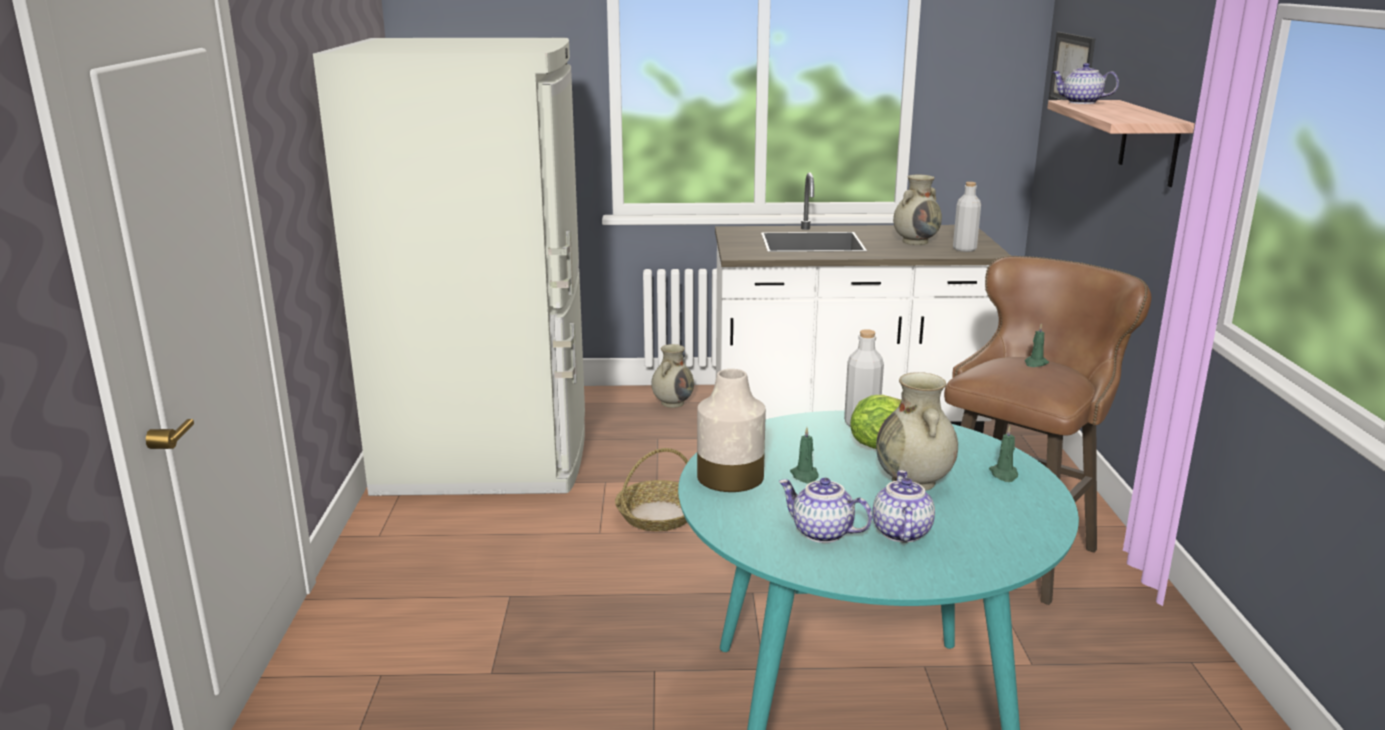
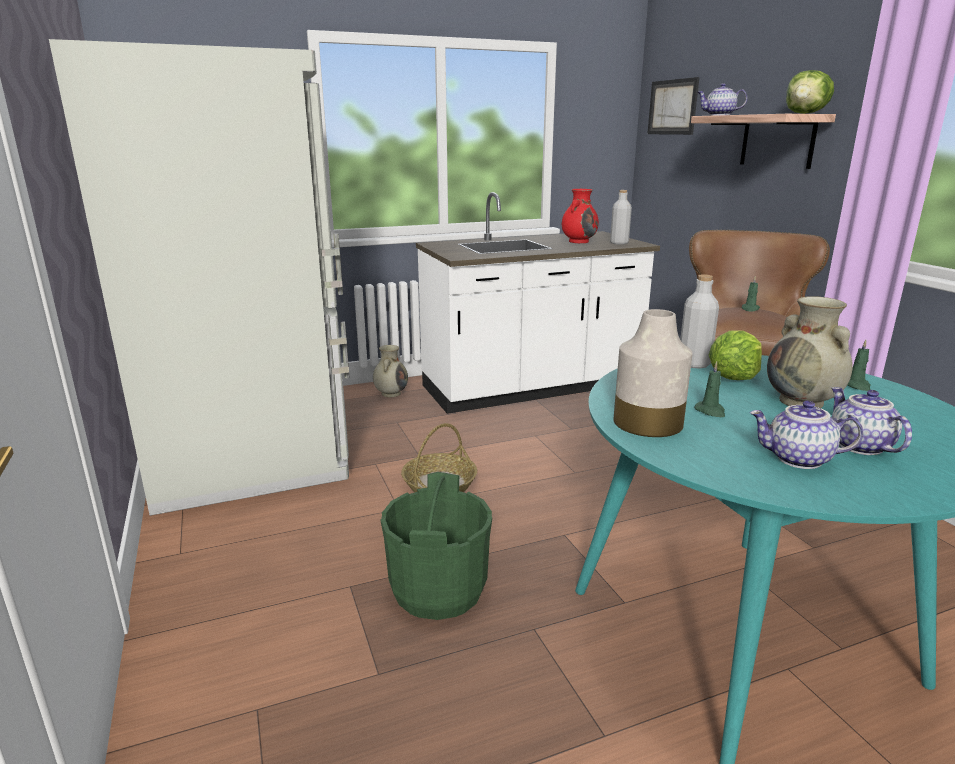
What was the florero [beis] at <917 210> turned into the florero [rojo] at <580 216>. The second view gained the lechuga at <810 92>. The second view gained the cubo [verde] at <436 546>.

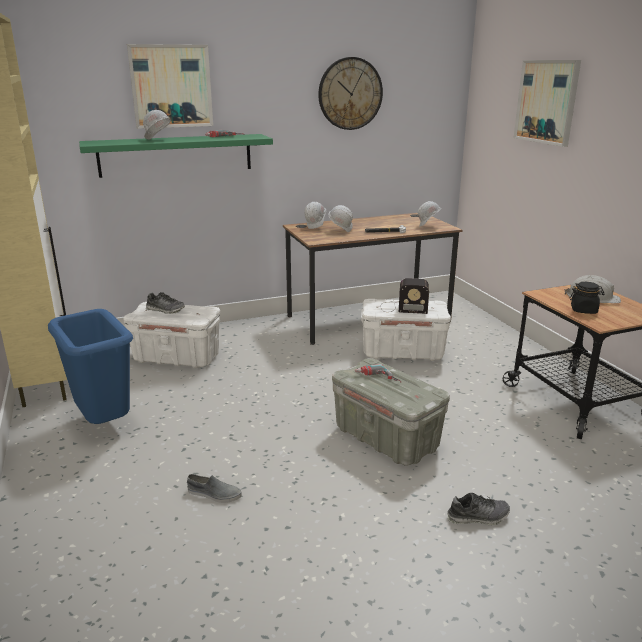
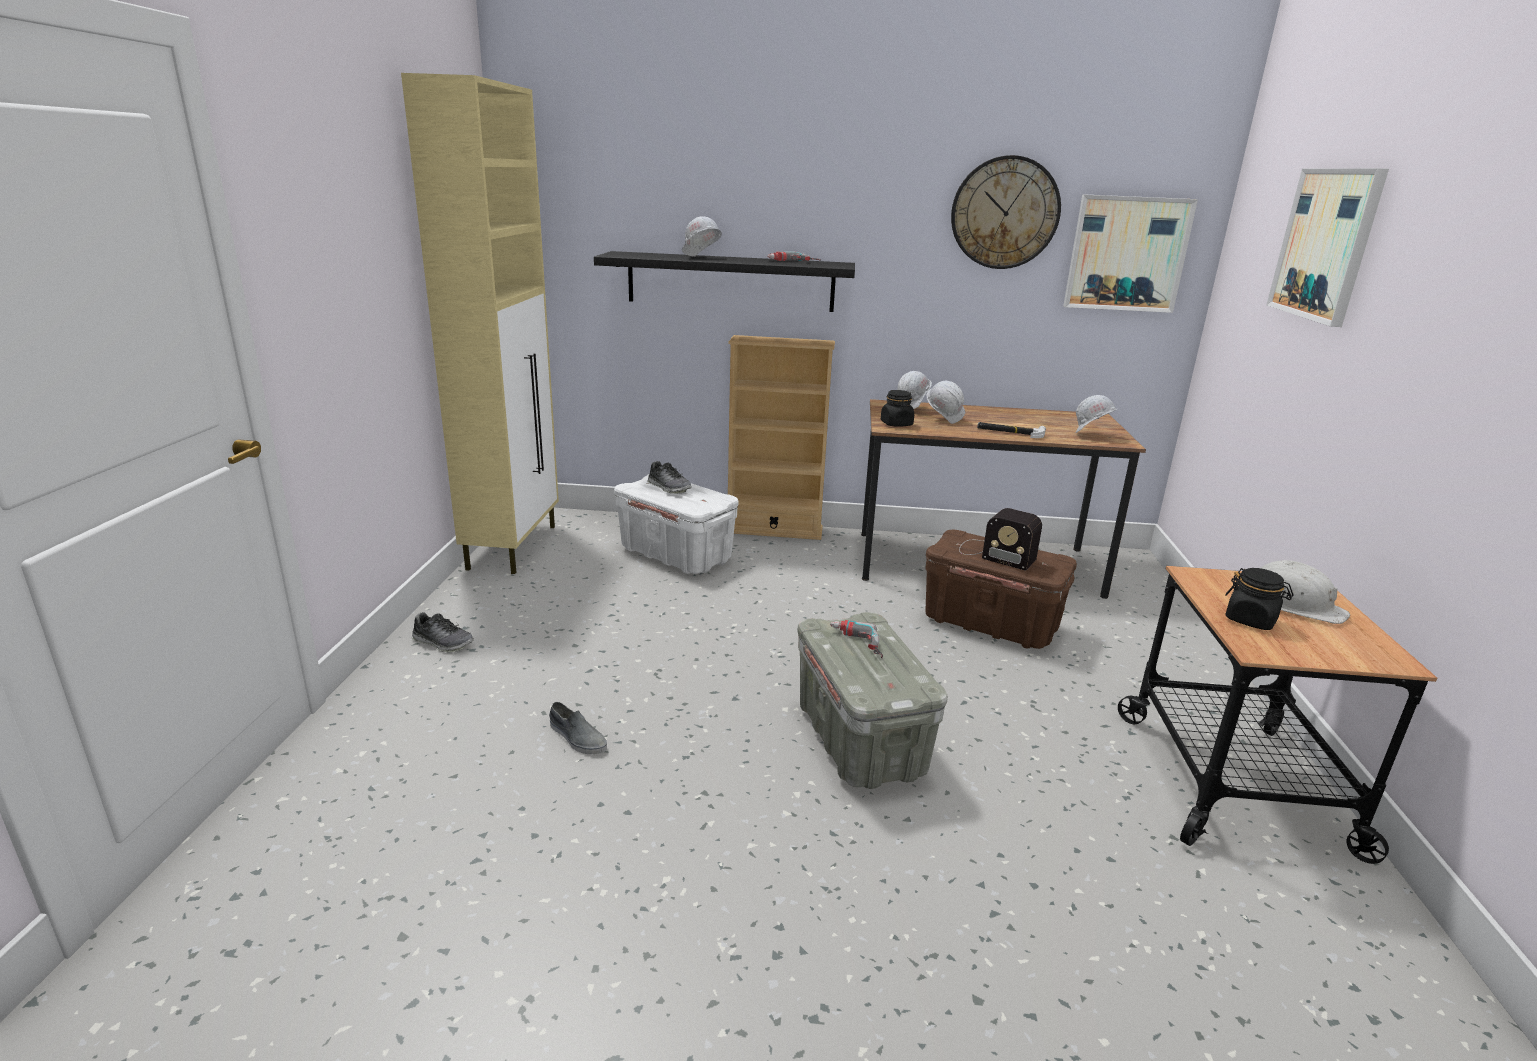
The cuadro ended up elsewhere, having gone from <170 86> to <1130 253>. What was the estante [verde] at <176 156> turned into the estante [negro] at <724 281>. What was the caja de almacenaje [blanco] at <406 330> turned into the caja de almacenaje [marrón] at <1001 589>. The second view lost the papelera [azul] at <90 366>. The zapato ended up elsewhere, having gone from <478 509> to <443 632>. The second view gained the estantería [beis] at <781 437>. The second view gained the tarro [negro] at <897 408>.

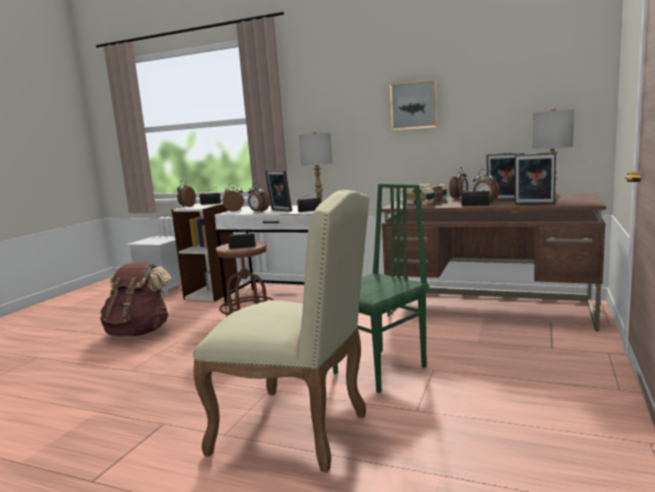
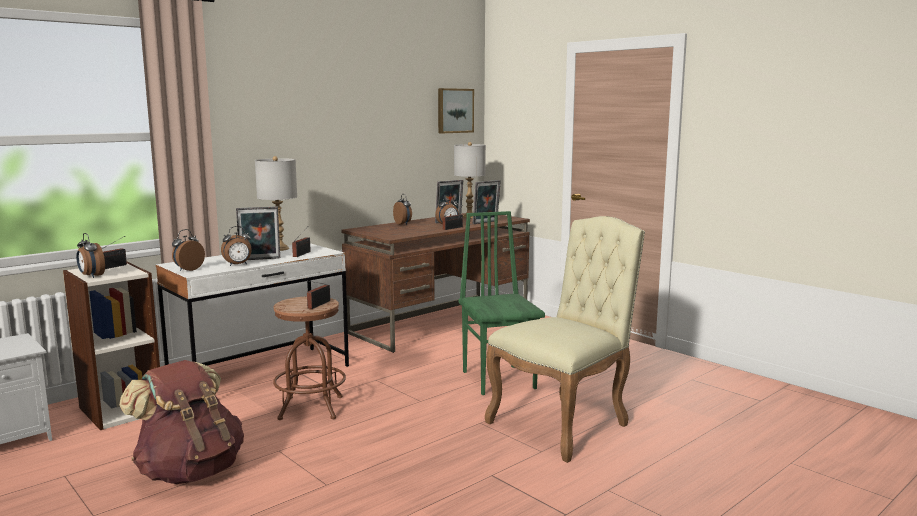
The cuadro ended up elsewhere, having gone from <414 104> to <456 110>. The second view lost the libro at <423 194>.

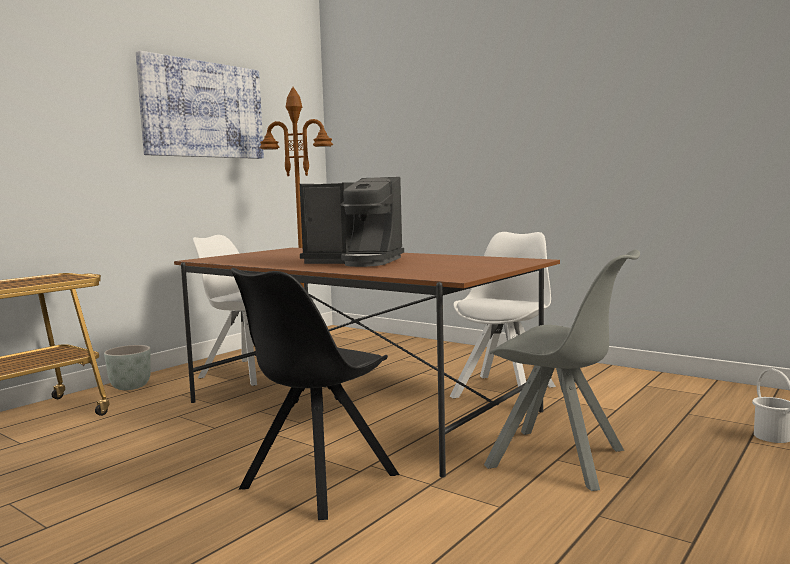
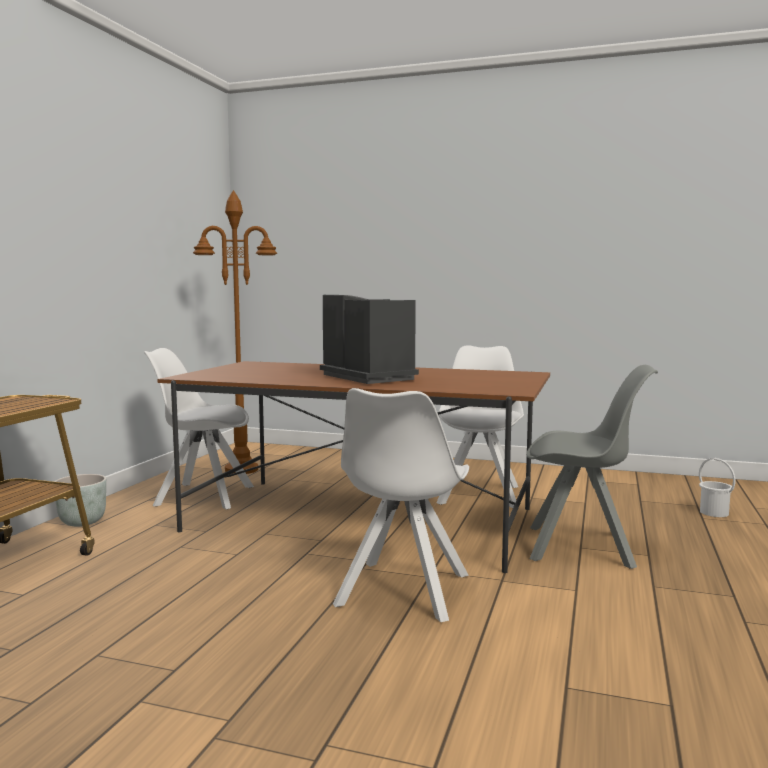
The second view lost the cuadro at <200 105>. The cafetera at <352 222> ended up facing another way, 120 degrees counterclockwise from before. What was the silla [negro] at <315 394> turned into the silla [blanco] at <401 505>.

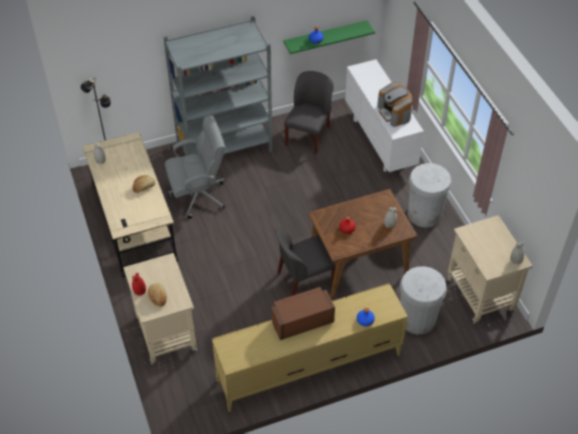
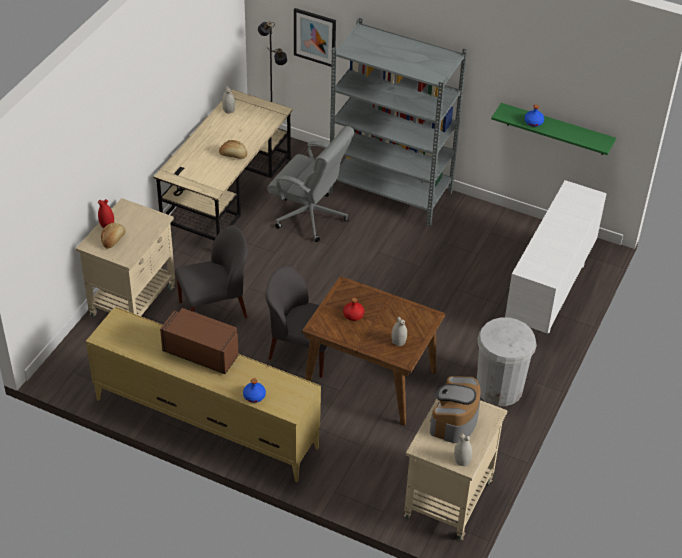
The silla [gris] ended up elsewhere, having gone from <309 112> to <211 271>. The cafetera ended up elsewhere, having gone from <394 104> to <455 409>. The second view lost the papelera [blanco] at <423 300>. The second view gained the cuadro at <315 37>.

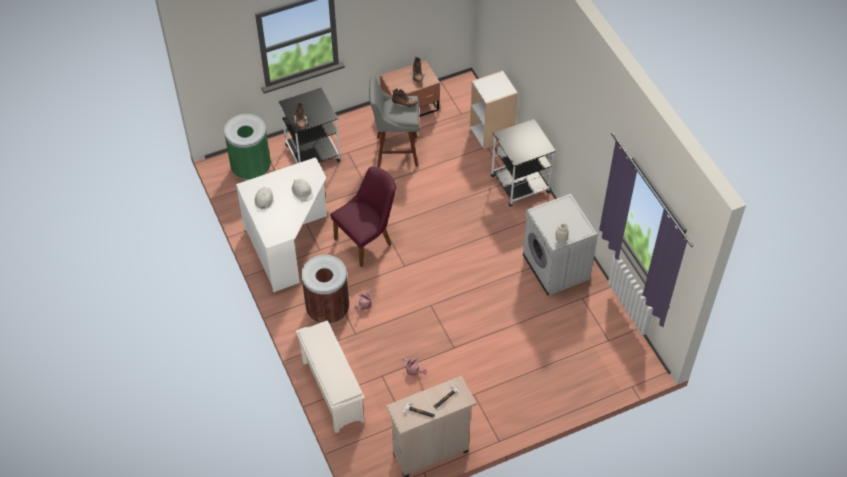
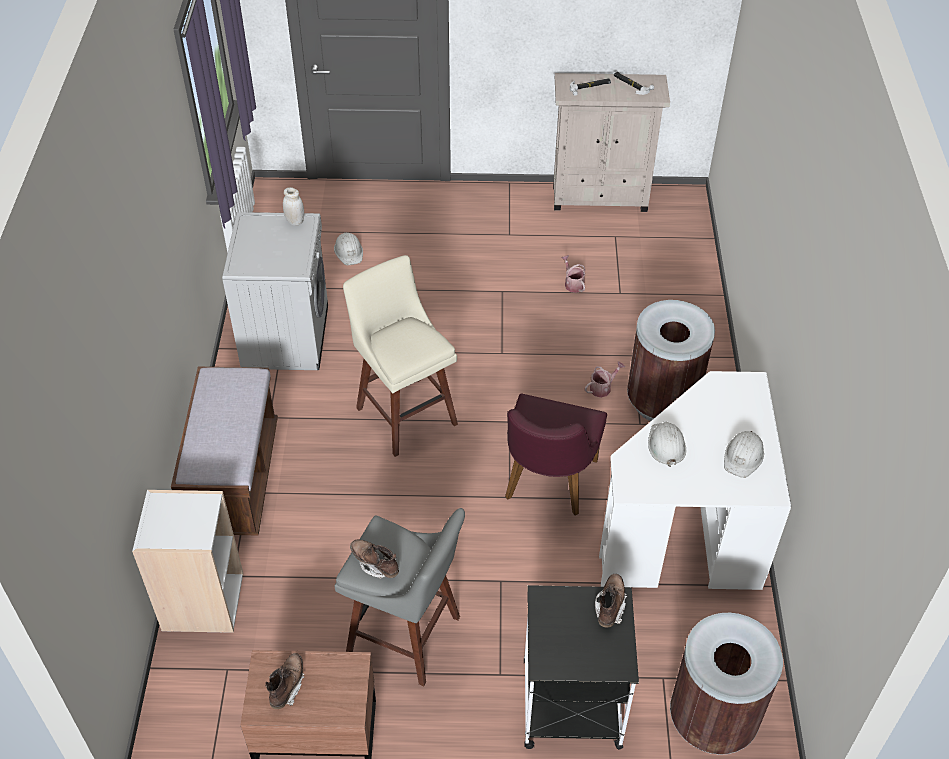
What was the papelera [verde] at <247 147> turned into the papelera [marrón] at <726 684>. Where the carrito [negro] stood at <523 163>, the banco [marrón] came to stand at <224 451>. The silla [morado] at <363 217> ended up facing another way, 60 degrees counterclockwise from before. The second view lost the zapatero [blanco] at <330 376>. The second view gained the casco [blanco] at <348 249>. The second view gained the taburete [beis] at <400 356>.

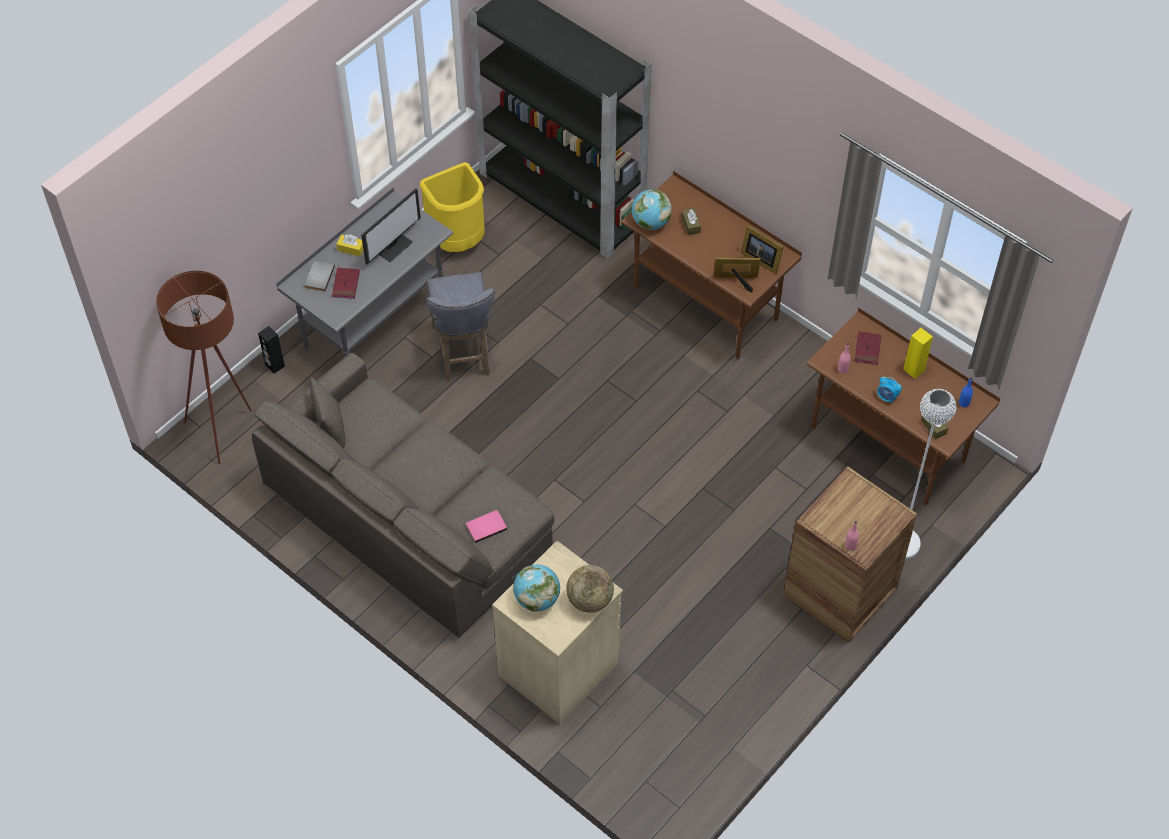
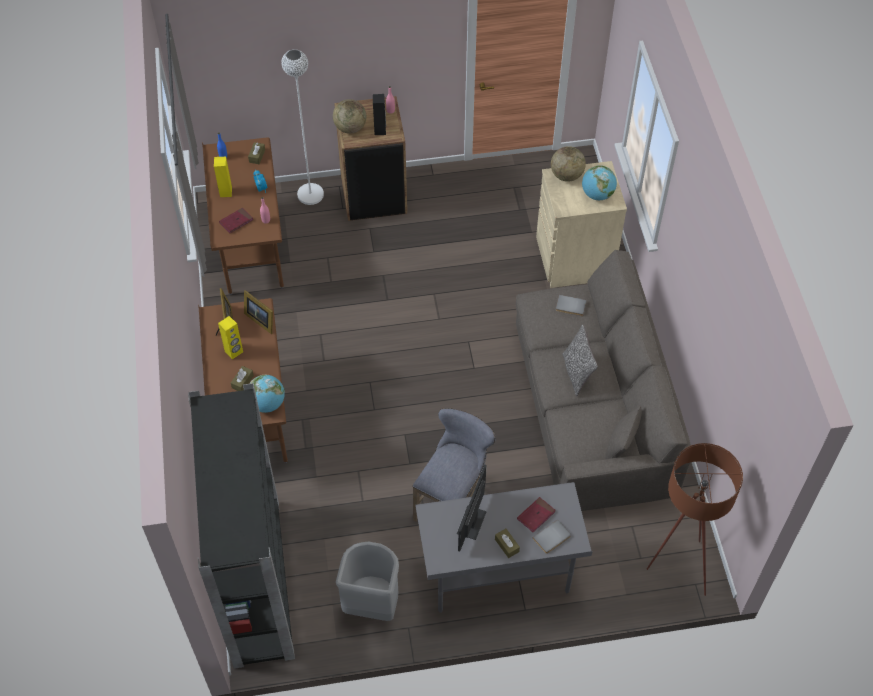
What was the papelera [amarillo] at <452 207> turned into the papelera [gris] at <367 581>. The monitor at <391 226> ended up facing another way, 60 degrees counterclockwise from before. What was the caja de pañuelos [amarillo] at <350 245> turned into the caja de pañuelos [marrón] at <507 543>. The altavoz [negro] ended up elsewhere, having gone from <271 350> to <379 114>. What was the libro [rosa] at <486 526> turned into the libro [gris] at <571 305>. The second view gained the globo terráqueo at <350 116>. The second view gained the altavoz [amarillo] at <230 337>. The second view gained the cojín at <580 360>.

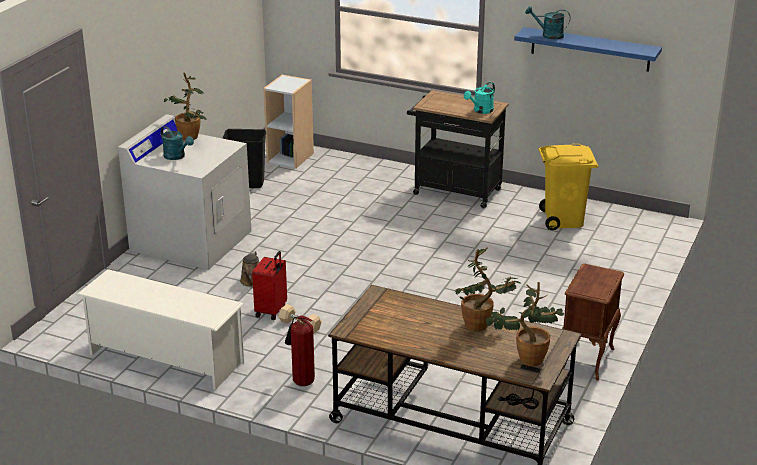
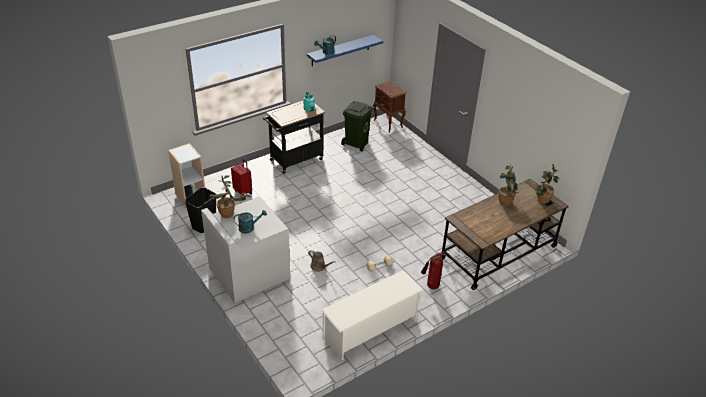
What was the papelera [amarillo] at <568 187> turned into the papelera [verde] at <358 126>. The maleta [rojo] ended up elsewhere, having gone from <269 285> to <241 177>. The mesita de noche [marrón] ended up elsewhere, having gone from <593 322> to <390 107>.

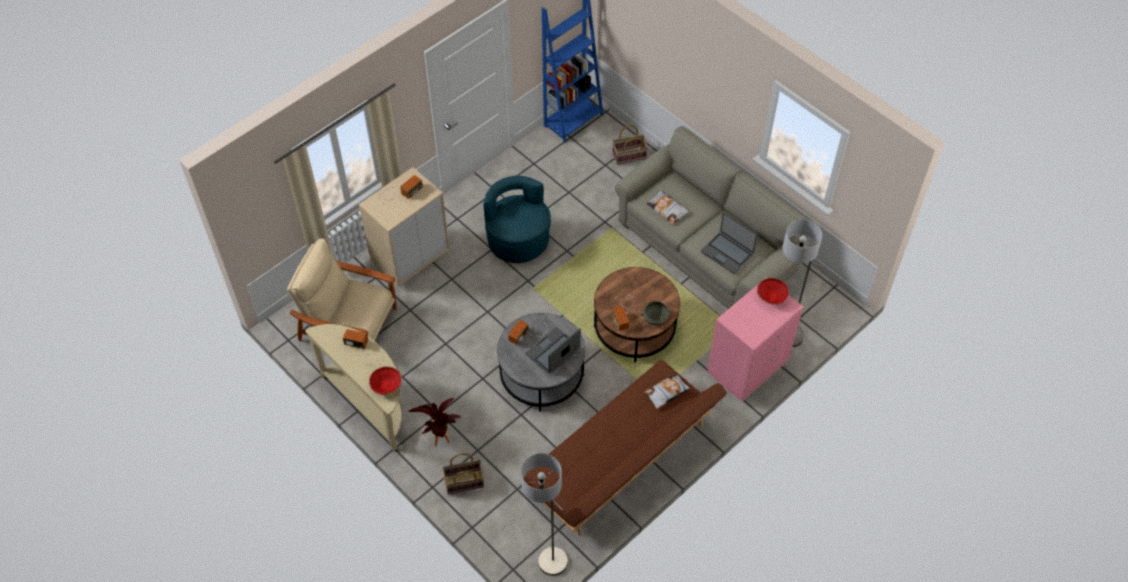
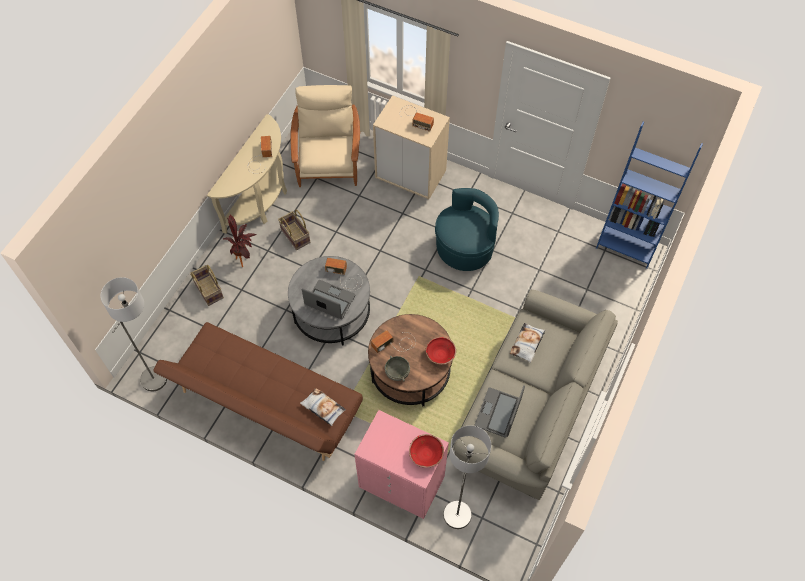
The cesta ended up elsewhere, having gone from <630 145> to <294 229>. The cuenco [rojo] ended up elsewhere, having gone from <385 380> to <440 351>.

